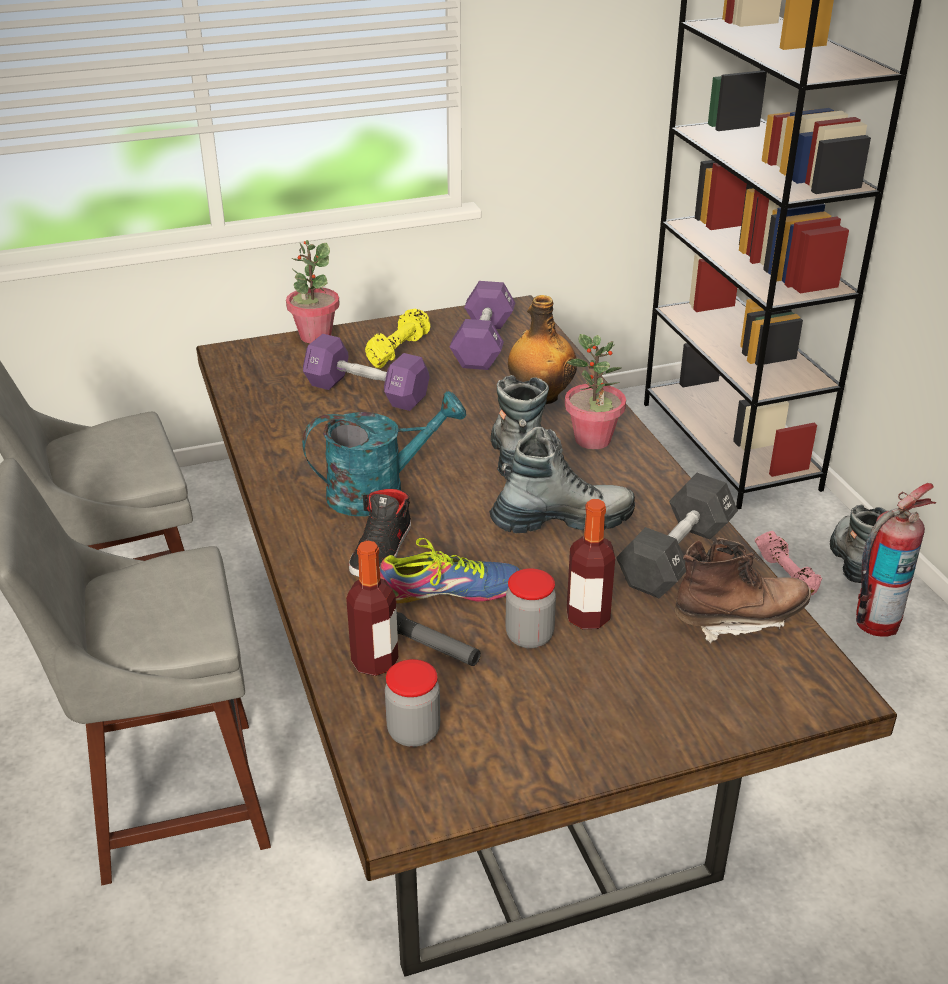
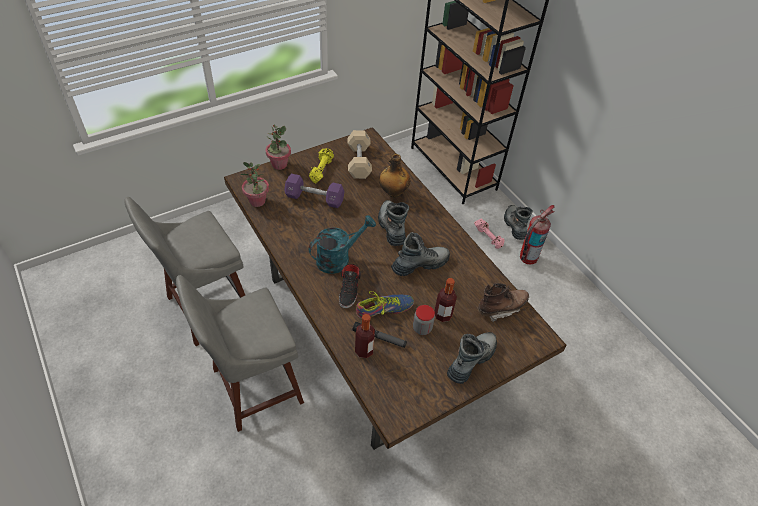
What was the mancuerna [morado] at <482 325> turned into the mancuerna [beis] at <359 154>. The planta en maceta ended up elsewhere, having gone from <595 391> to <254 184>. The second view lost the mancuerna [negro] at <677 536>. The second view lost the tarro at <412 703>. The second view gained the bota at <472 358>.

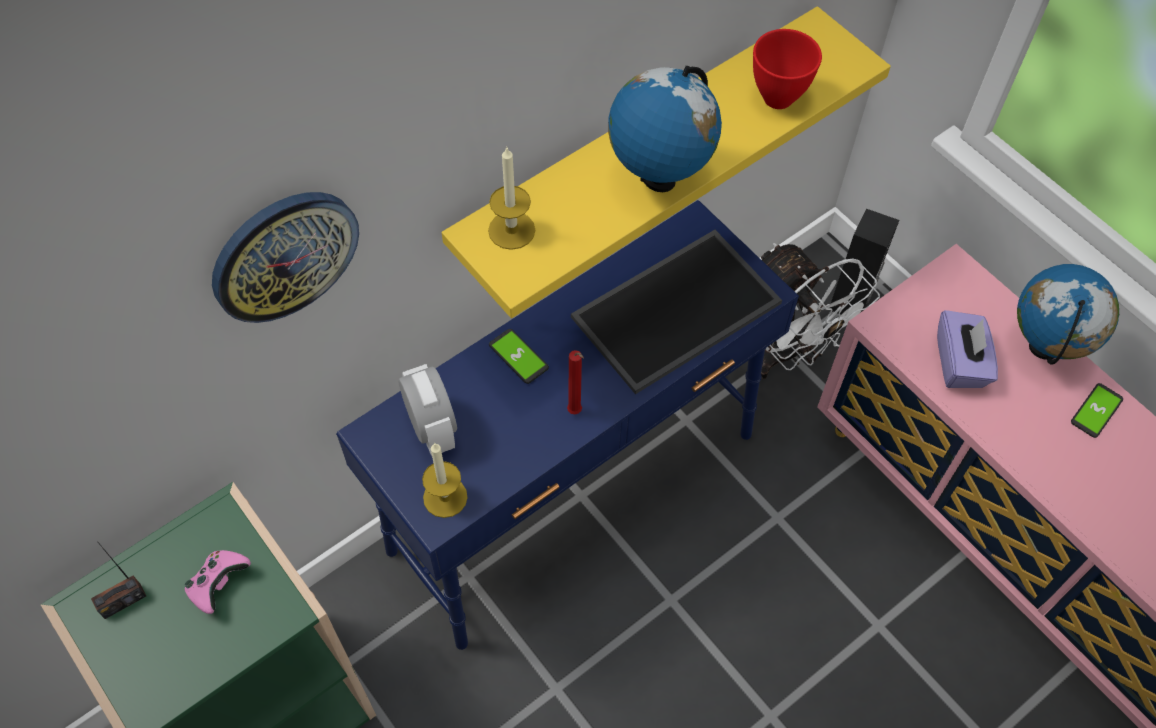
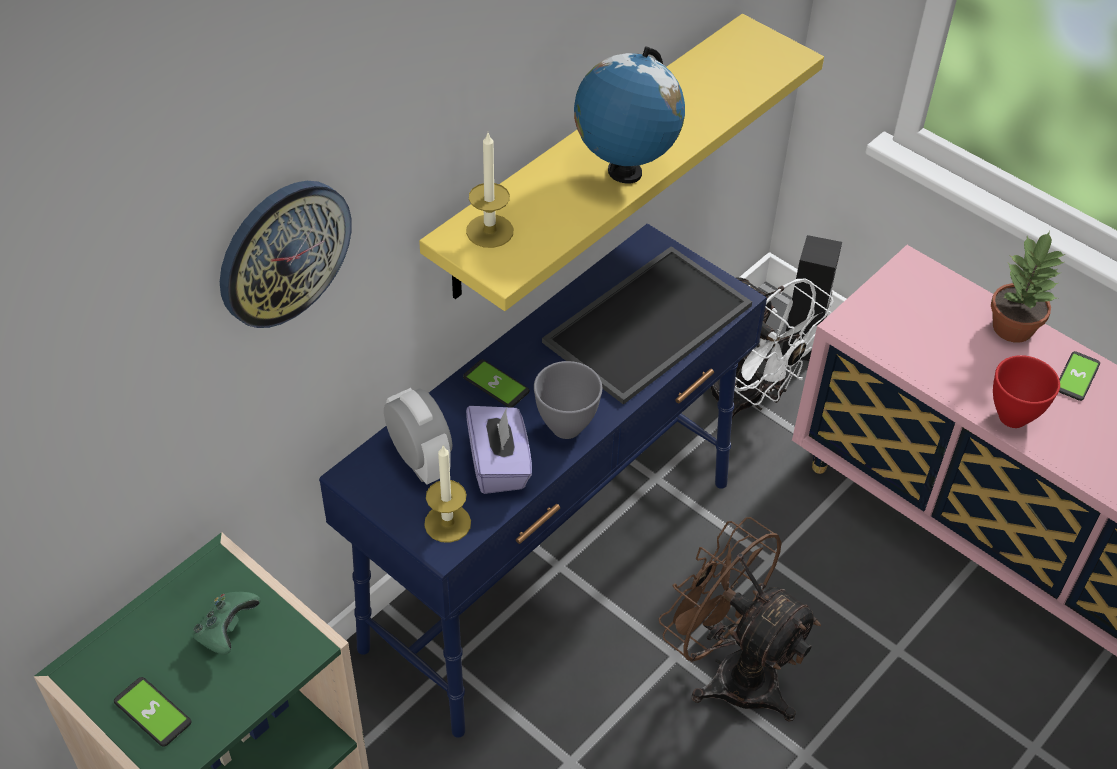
The cuenco [rojo] ended up elsewhere, having gone from <787 69> to <1026 391>. Where the globo terráqueo stood at <1068 314>, the planta en maceta came to stand at <1028 287>. The caja de pañuelos [morado] ended up elsewhere, having gone from <967 349> to <499 450>. Where the vela [rojo] stood at <575 382>, the cuenco [gris] came to stand at <568 400>. The second view lost the radio at <118 580>. What was the mando de consola [rosa] at <218 582> turned into the mando de consola [verde] at <227 623>. The second view gained the ventilador [marrón] at <740 619>. The second view gained the móvil at <152 712>.

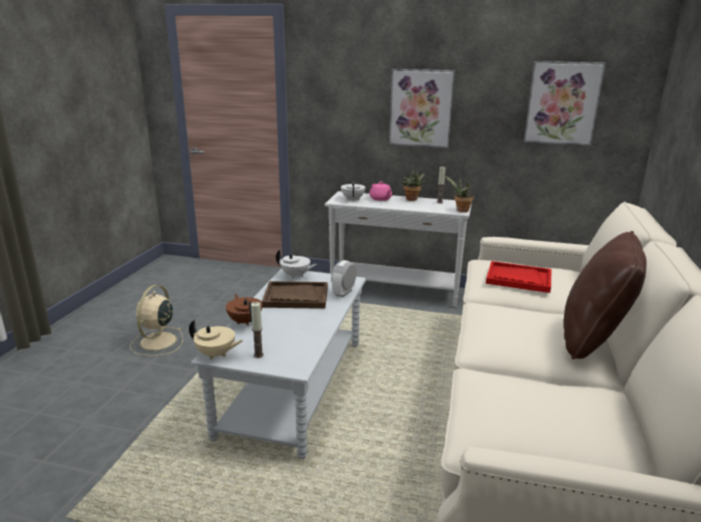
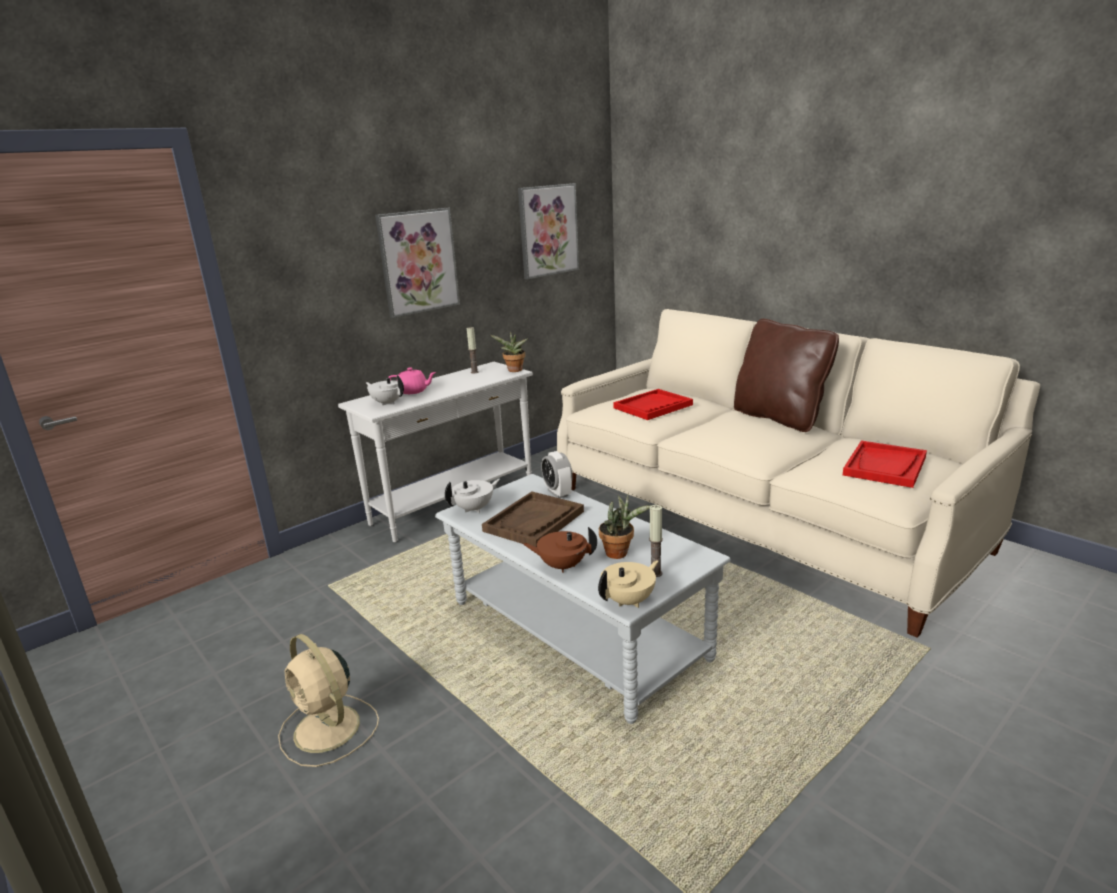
The planta en maceta ended up elsewhere, having gone from <414 185> to <625 527>. The second view gained the bandeja [rojo] at <885 464>.

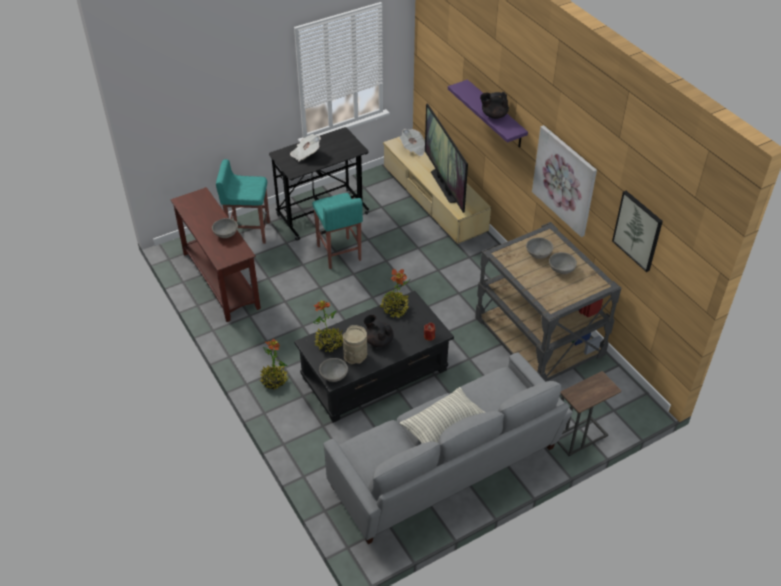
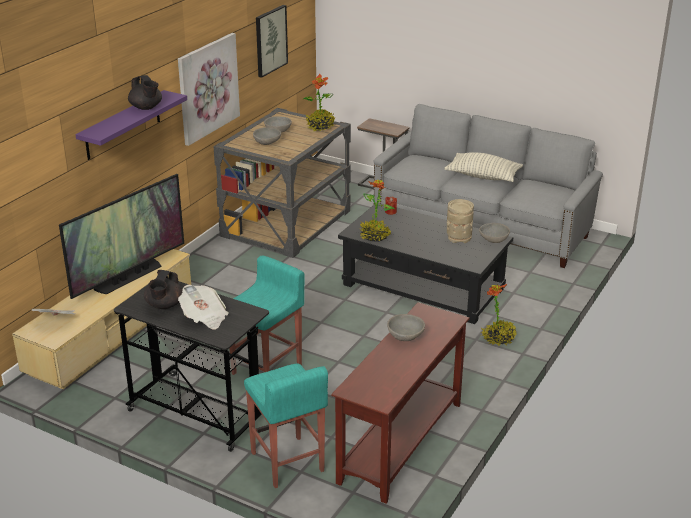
The planta en maceta ended up elsewhere, having gone from <328 326> to <319 103>. The tetera [negro] ended up elsewhere, having gone from <379 331> to <163 289>.

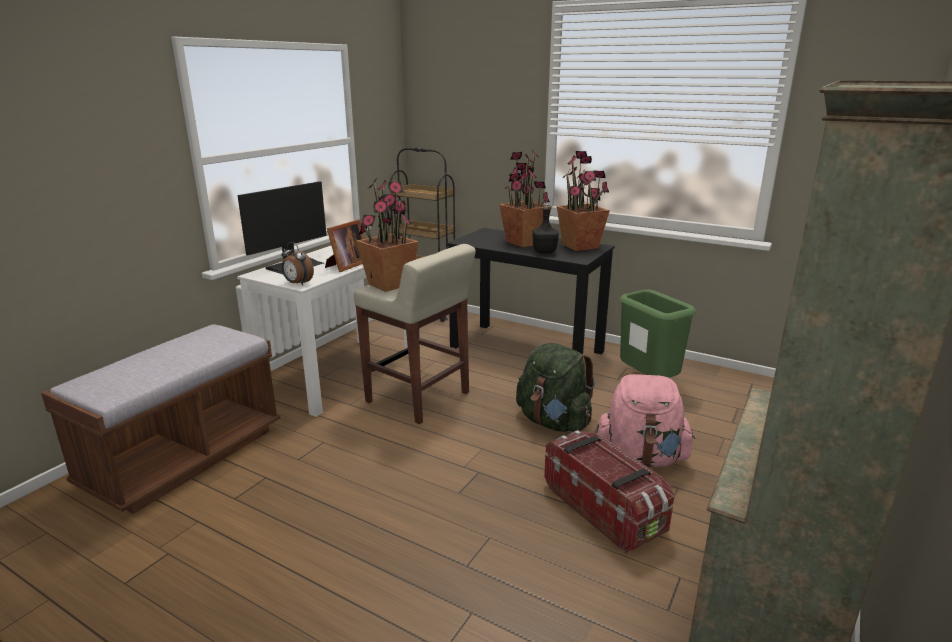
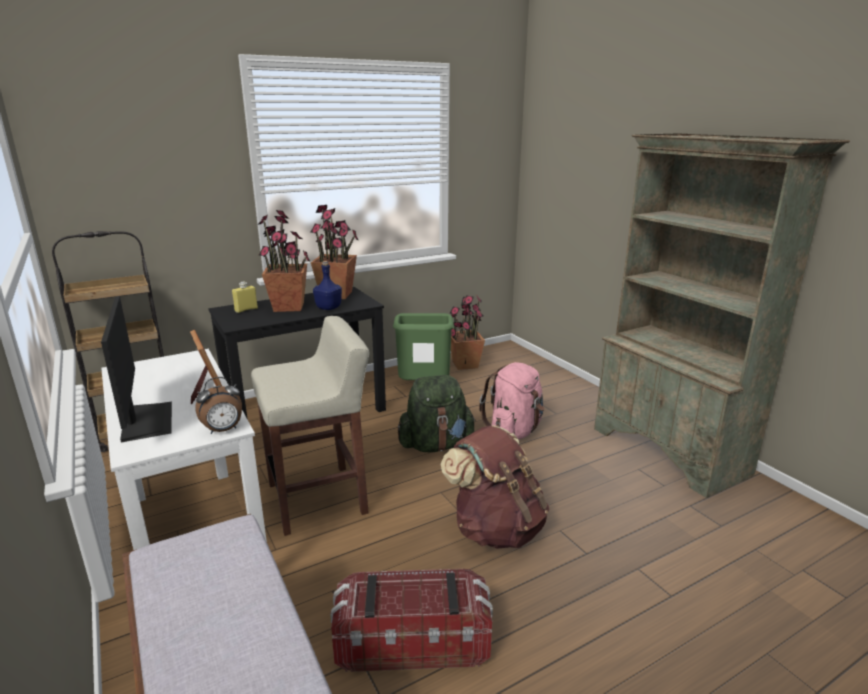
The planta en maceta ended up elsewhere, having gone from <387 235> to <467 332>. What was the botella [negro] at <545 229> turned into the botella [azul] at <327 285>. The caja de almacenaje ended up elsewhere, having gone from <609 491> to <411 620>. The second view gained the botella [amarillo] at <245 297>. The second view gained the mochila [marrón] at <495 487>.

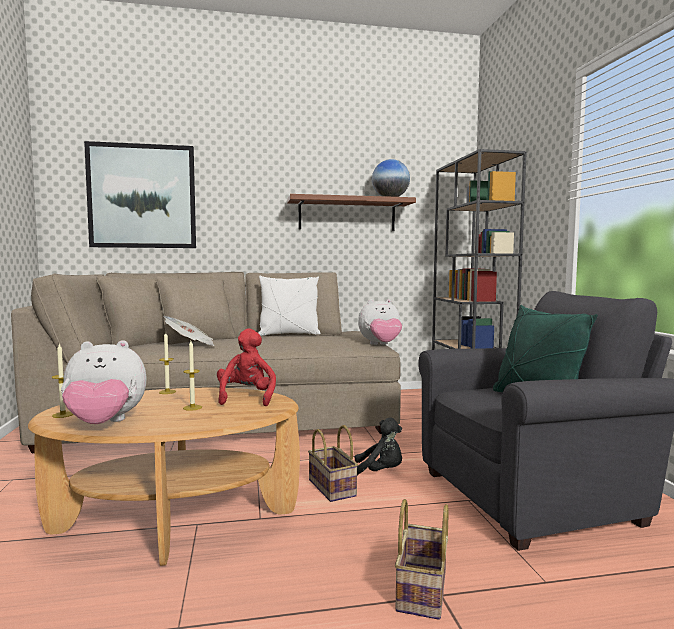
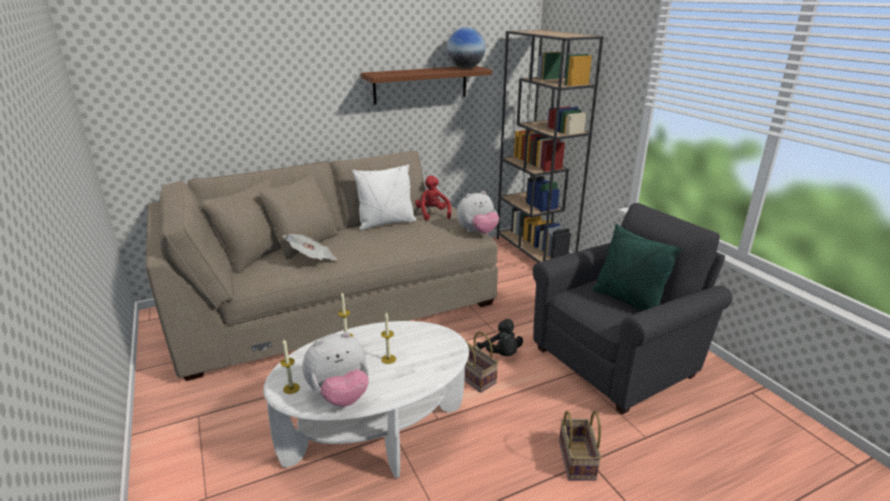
The second view lost the cuadro at <140 194>. The peluche [rojo] ended up elsewhere, having gone from <246 367> to <433 198>. What was the mesa de centro [marrón] at <164 477> turned into the mesa de centro [blanco] at <366 400>. The peluche [negro] at <378 446> ended up facing another way, 60 degrees clockwise from before.

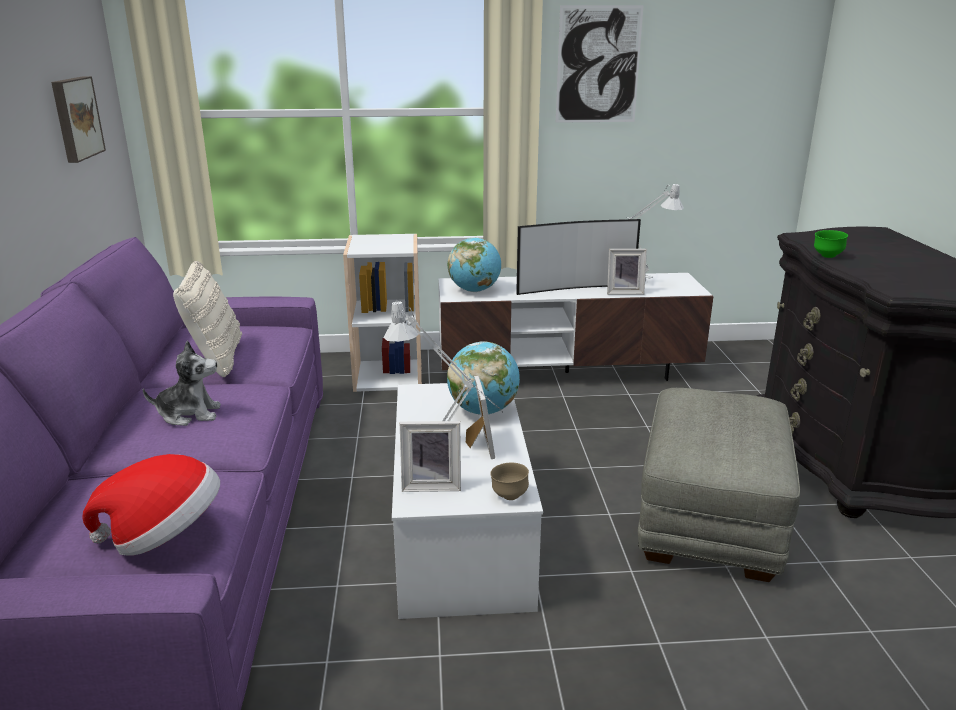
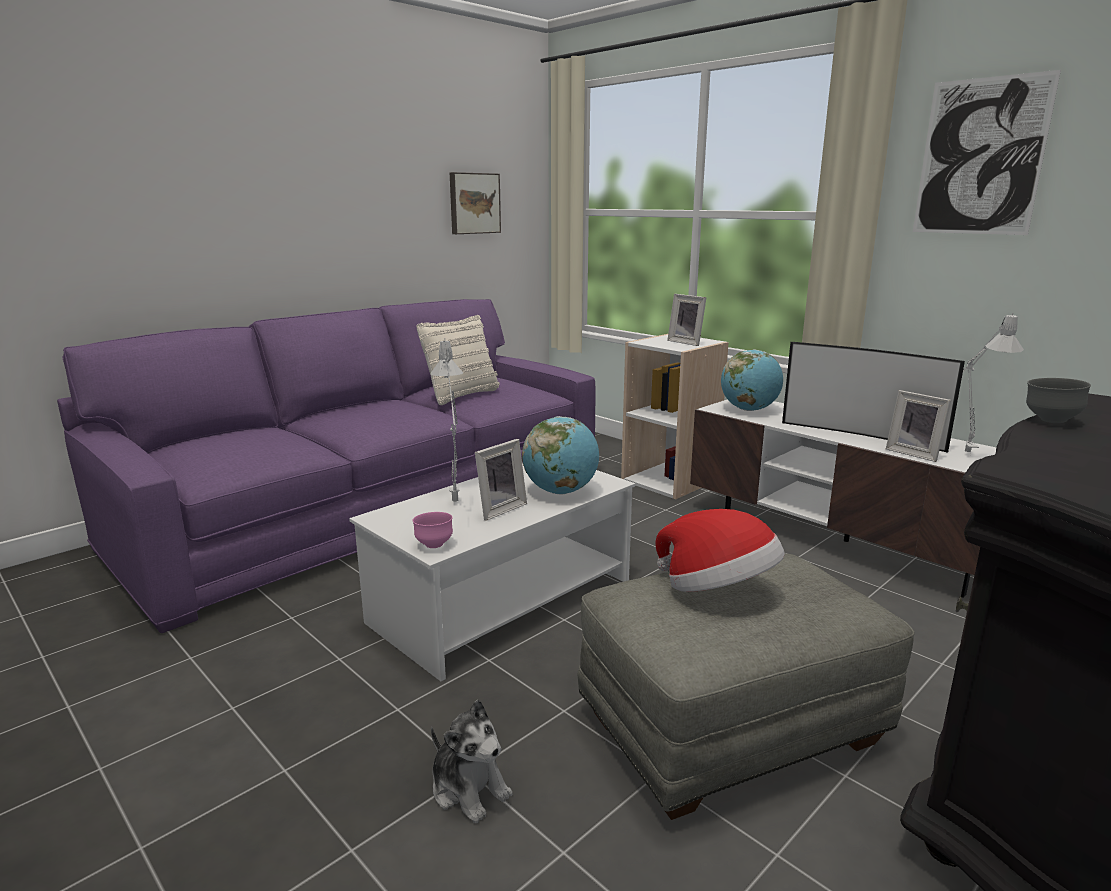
What was the cuenco [verde] at <831 244> turned into the cuenco [gris] at <1058 400>. The peluche ended up elsewhere, having gone from <182 383> to <471 761>. The portarretratos ended up elsewhere, having gone from <430 456> to <687 320>. The sombrero ended up elsewhere, having gone from <151 505> to <720 550>. What was the cuenco [marrón] at <509 481> turned into the cuenco [rosa] at <433 530>.

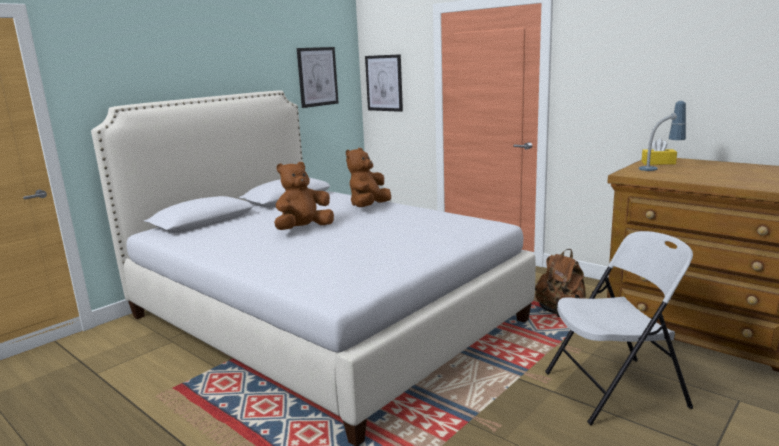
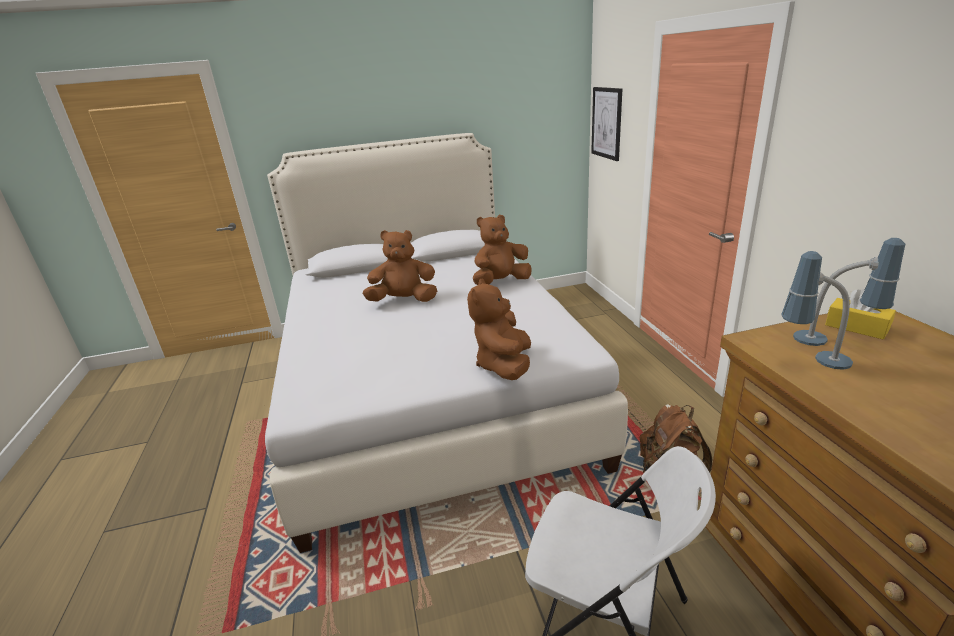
The second view lost the cuadro at <318 77>. The second view gained the lámpara de mesa at <817 310>. The second view gained the peluche [marrón] at <499 329>.

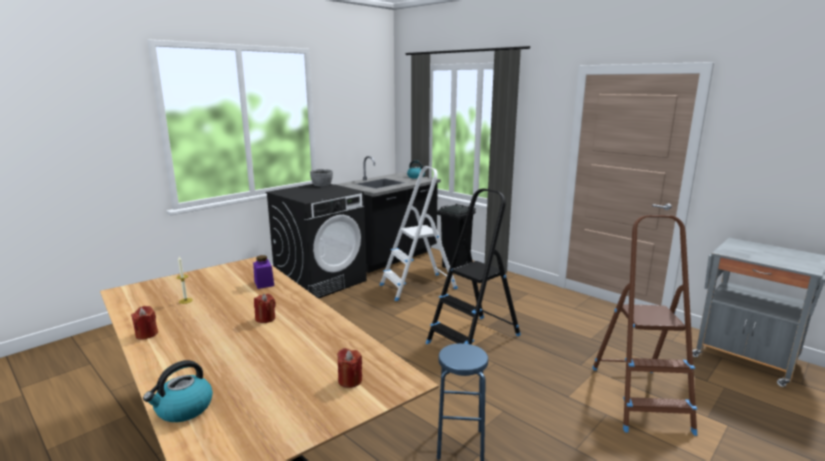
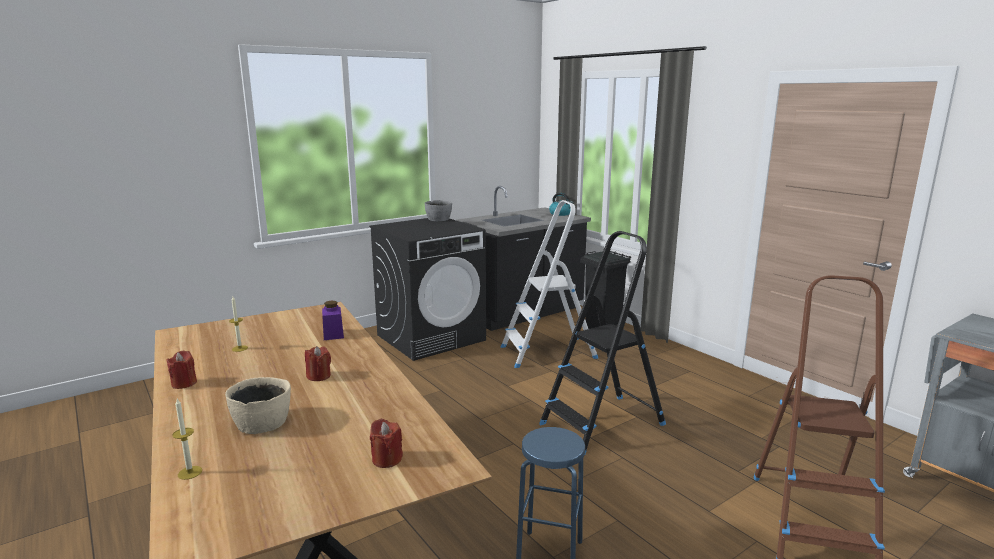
Where the hervidor stood at <178 391>, the vela came to stand at <187 439>. The second view gained the cuenco [beis] at <258 405>.

